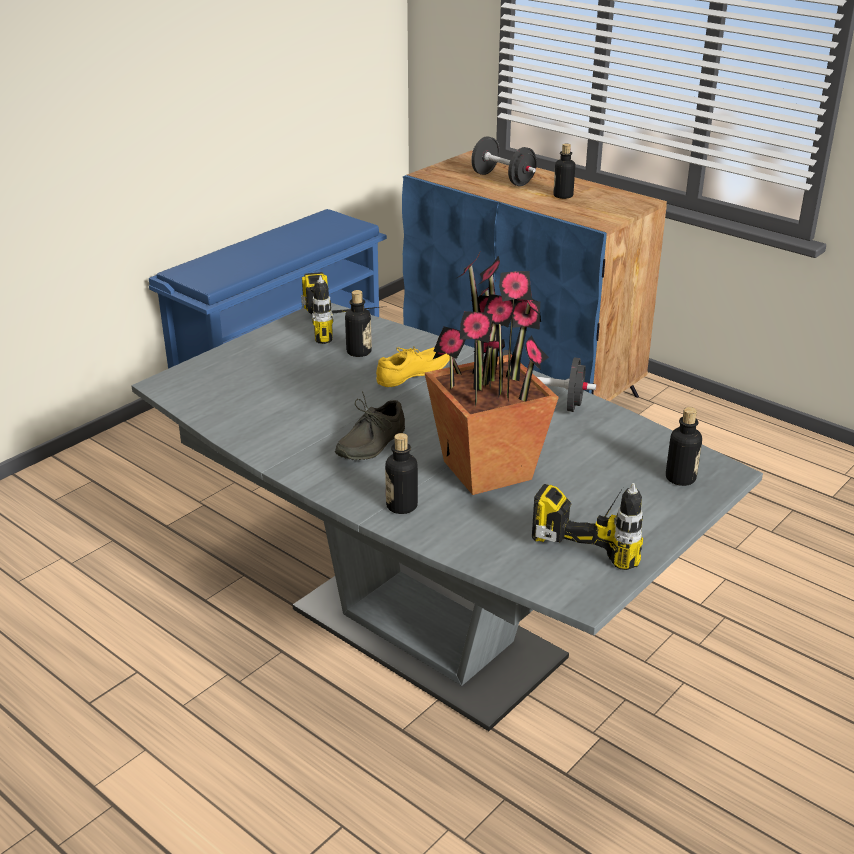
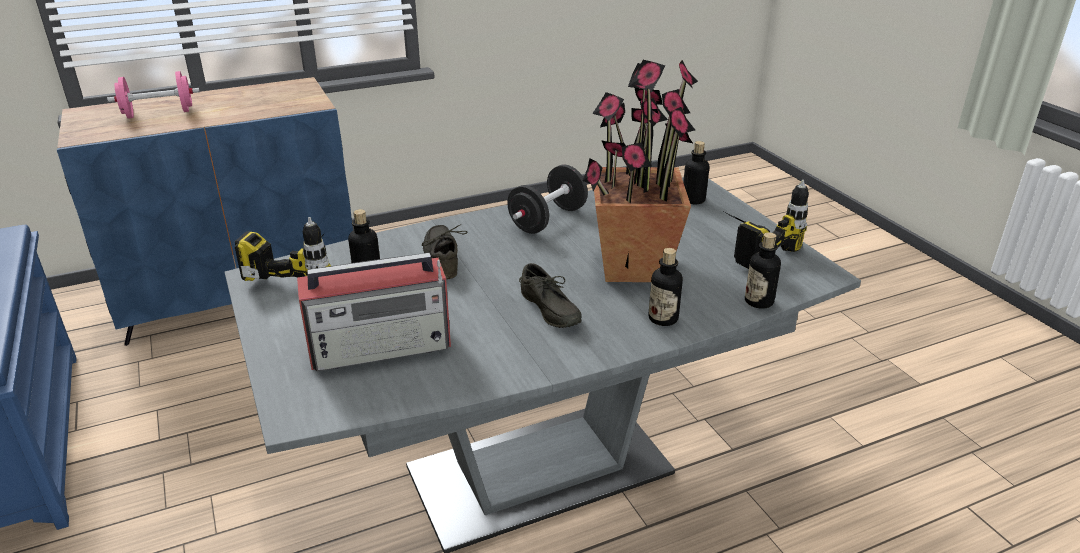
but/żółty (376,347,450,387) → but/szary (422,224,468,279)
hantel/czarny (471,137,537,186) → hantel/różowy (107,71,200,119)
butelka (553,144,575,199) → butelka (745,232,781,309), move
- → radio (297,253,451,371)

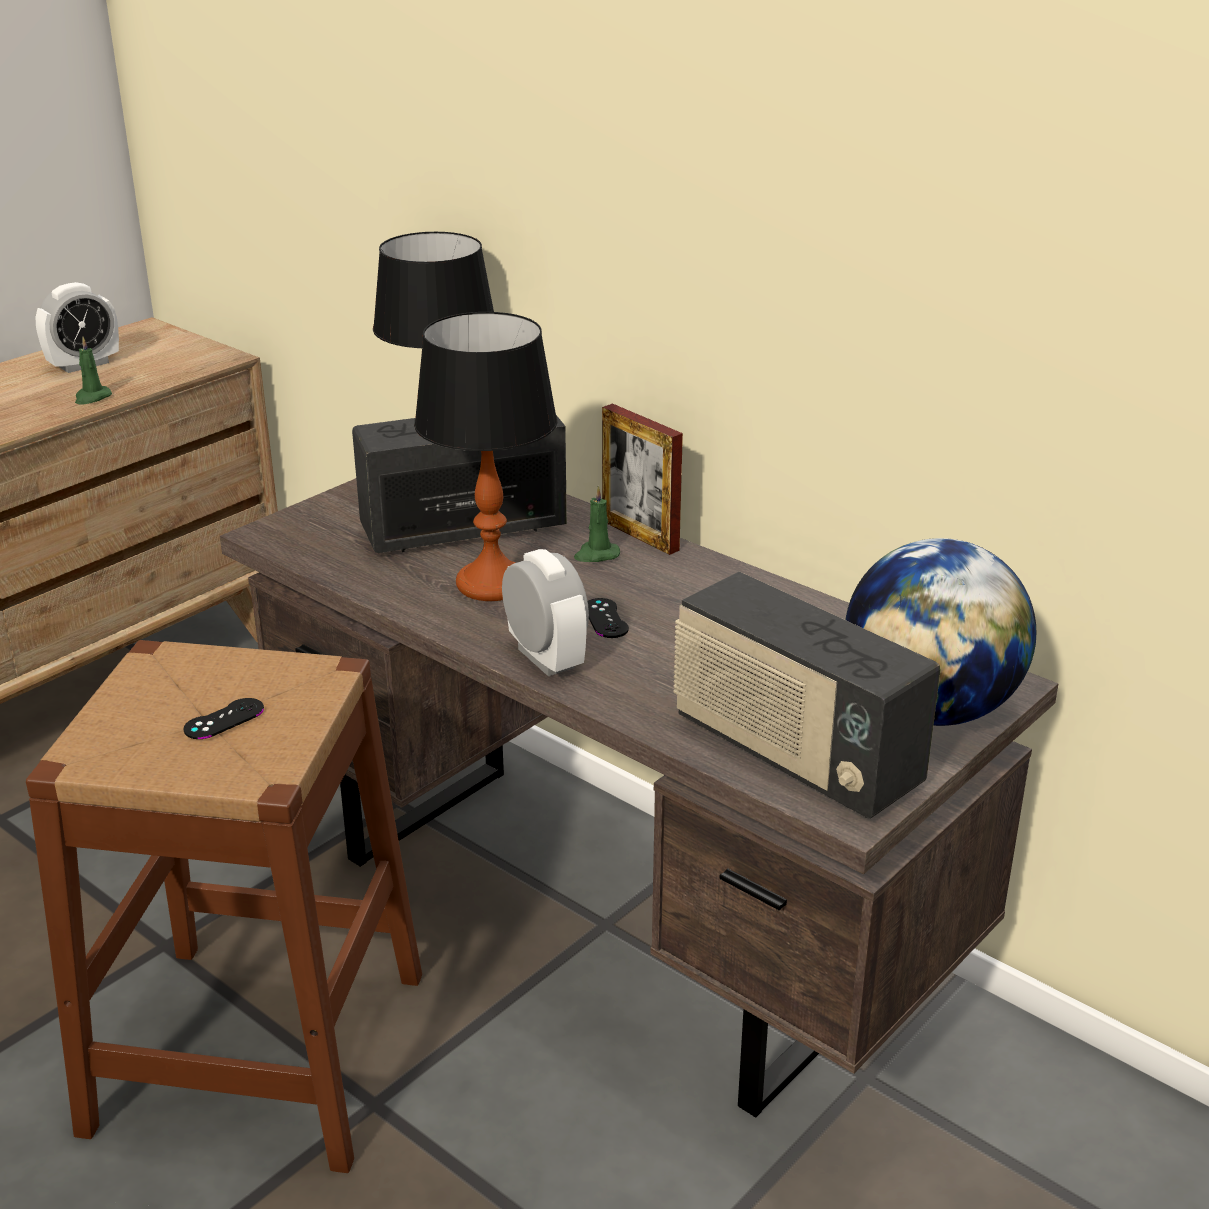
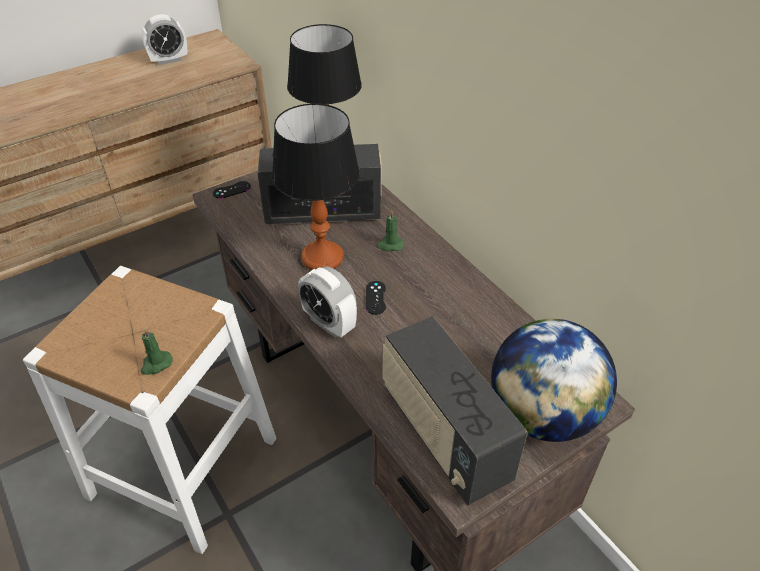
stołek/brązowy (26,640,422,1173) → stołek/biały (23,266,277,554)
świeca/zielony (75,337,112,405) → świeca/zielony (141,328,173,375), move
pad do gier/czarny (183,698,264,739) → pad do gier/czarny (213,181,251,199), move
budzik (502,549,589,676) → budzik (298,266,357,338), 150 degrees clockwise
ramka na zdjęcie (602,403,683,555) → -

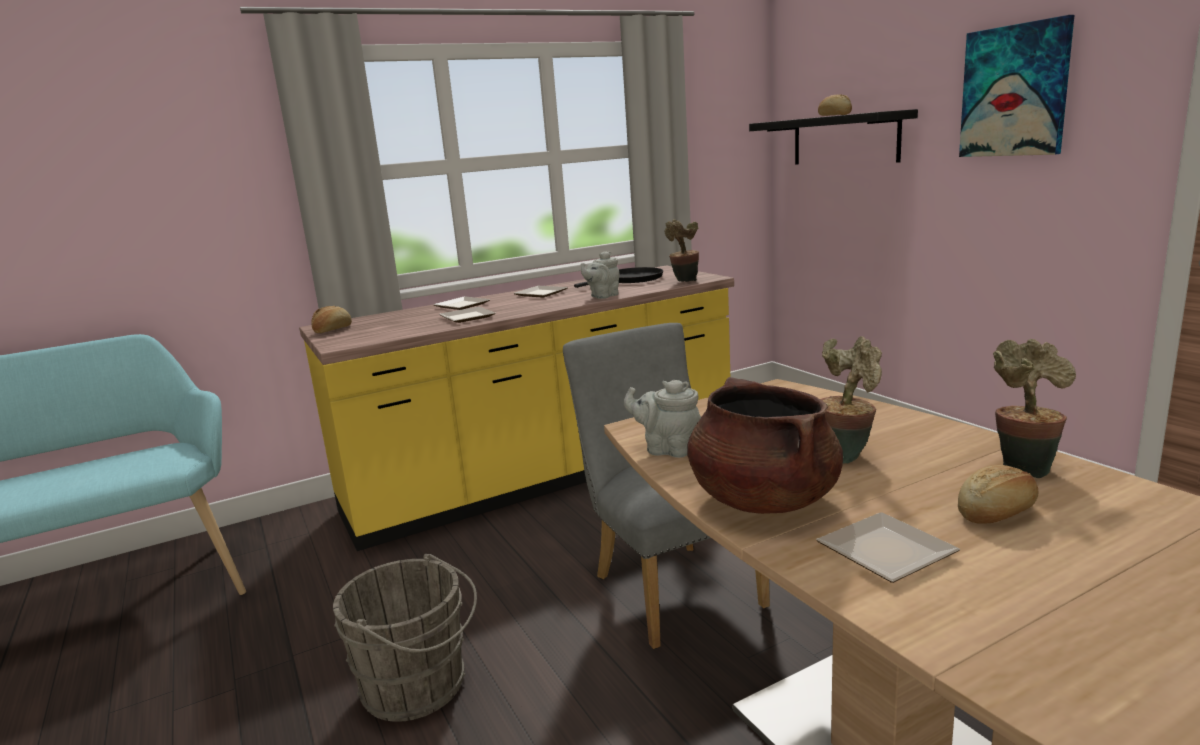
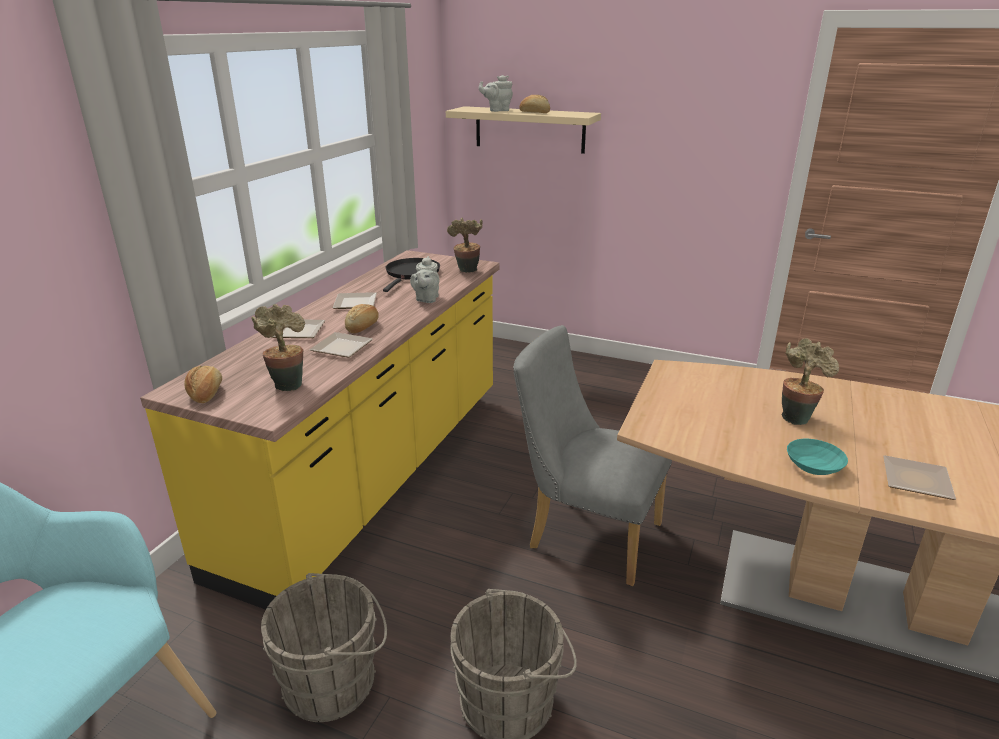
imbryk/szary (624,380,701,458) → imbryk/szary (479,75,513,112), move
garnek/brązowy (687,377,843,514) → miska/turkusowy (787,439,848,475)
półka/czarny (749,109,918,164) → półka/beżowy (446,106,601,154)
chleb (958,465,1038,524) → chleb (345,304,379,333), move
obraz (959,15,1074,157) → -
roślina doniczkowa (993,339,1076,478) → roślina doniczkowa (251,304,305,391), move
- → wiadro/szary (261,573,387,722)

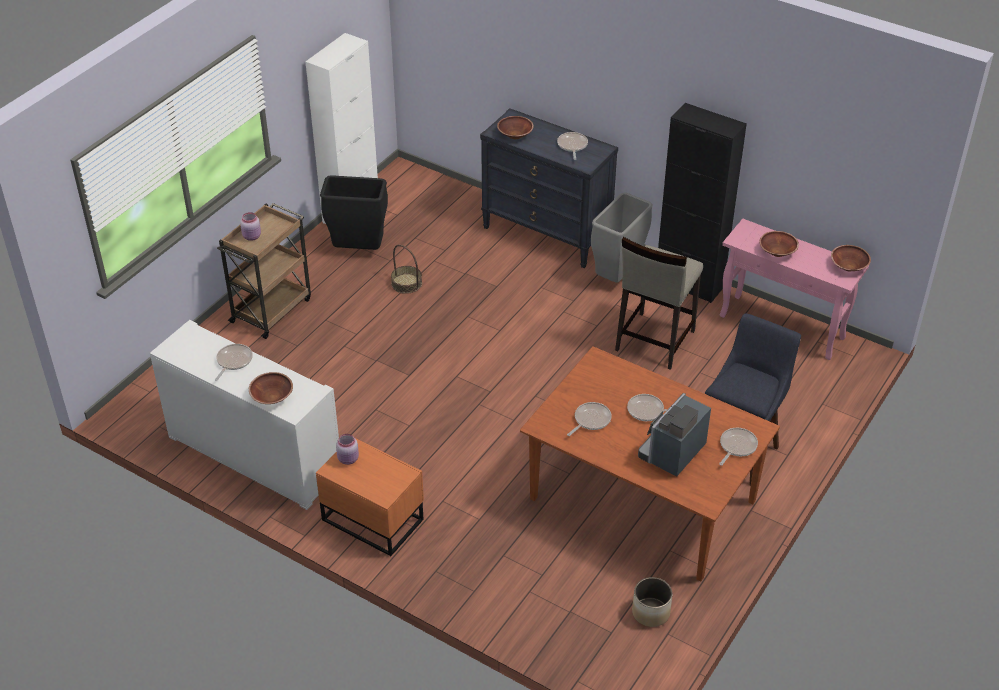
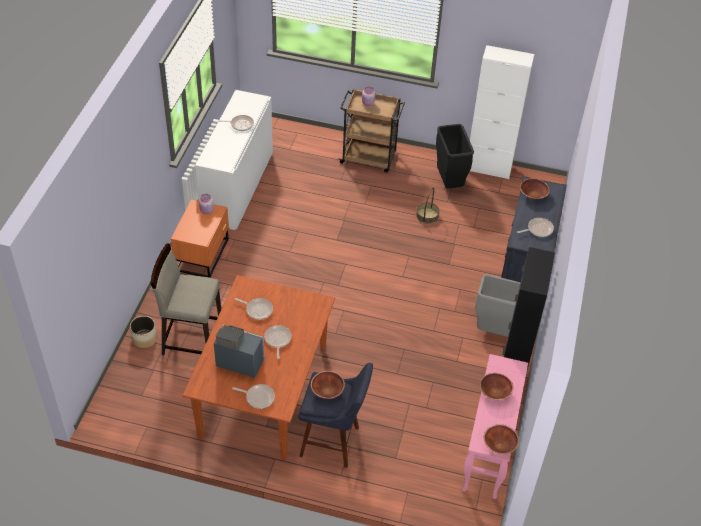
miska/brązowy (249,372,293,404) → miska/brązowy (311,371,345,399), move
stołek/beżowy (615,237,703,370) → stołek/beżowy (151,243,221,355), move
donica (632,577,672,627) → donica (130,316,157,348), move

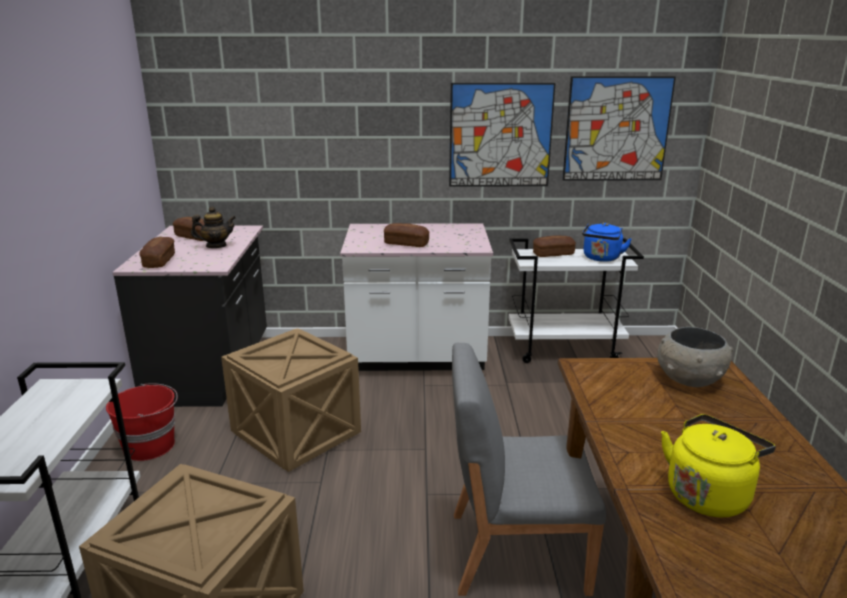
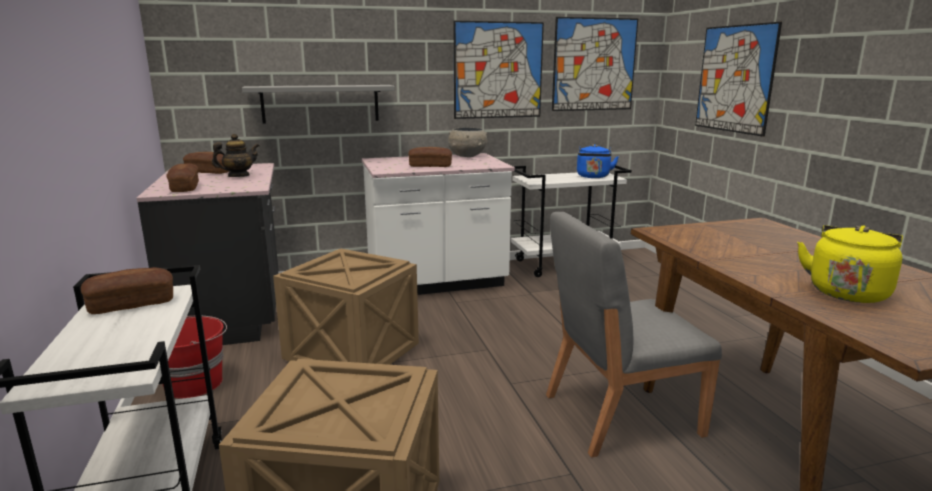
chleb (533,235,576,257) → chleb (81,267,173,314), move
miska/szary (657,327,733,387) → miska/szary (448,127,487,157), move
- → półka/szary (242,85,395,124)
- → obraz (695,22,782,137)

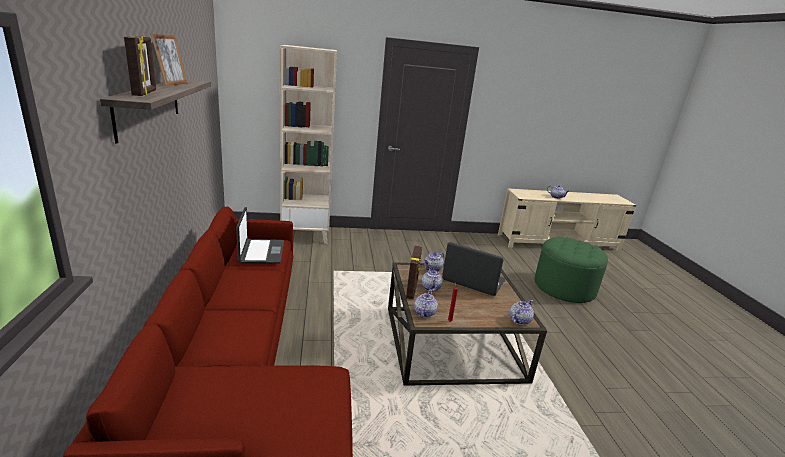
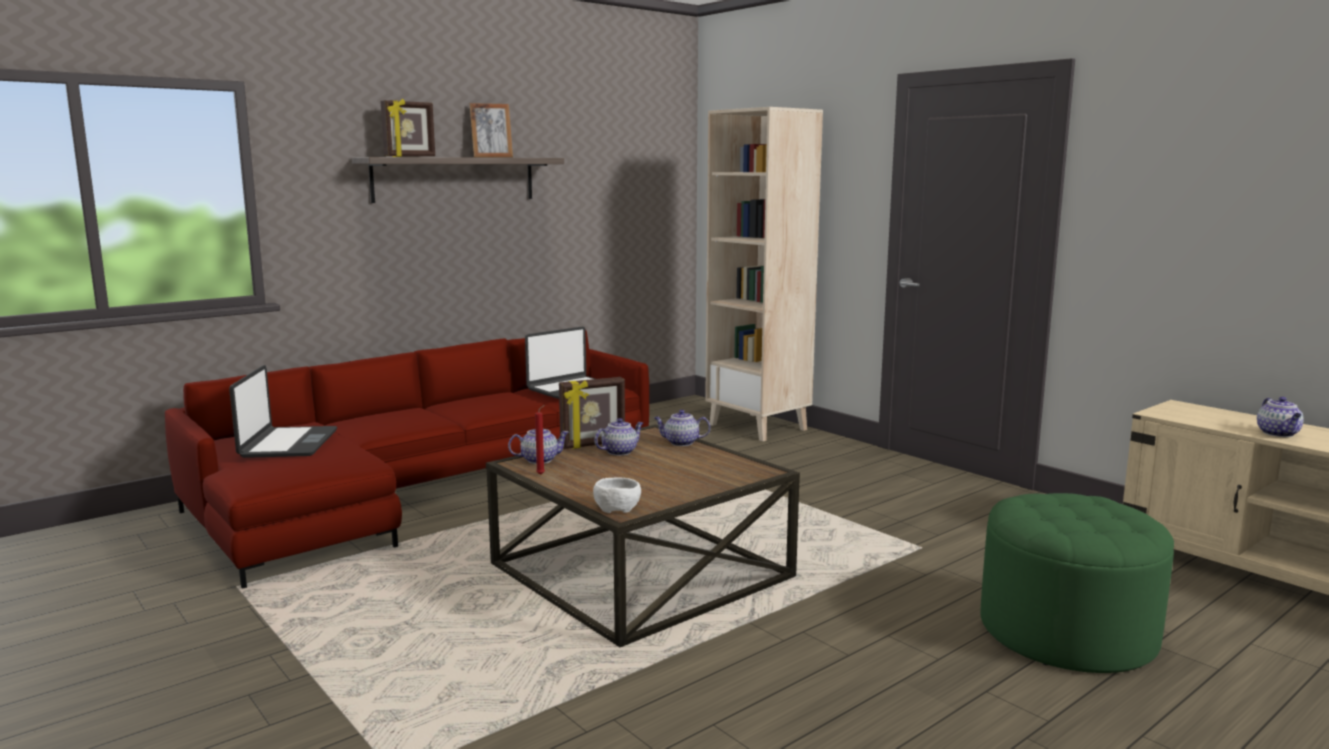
laptop (442,242,505,296) → laptop (229,365,337,458), move
imbryk (510,300,534,325) → miska/biały (593,477,641,513)

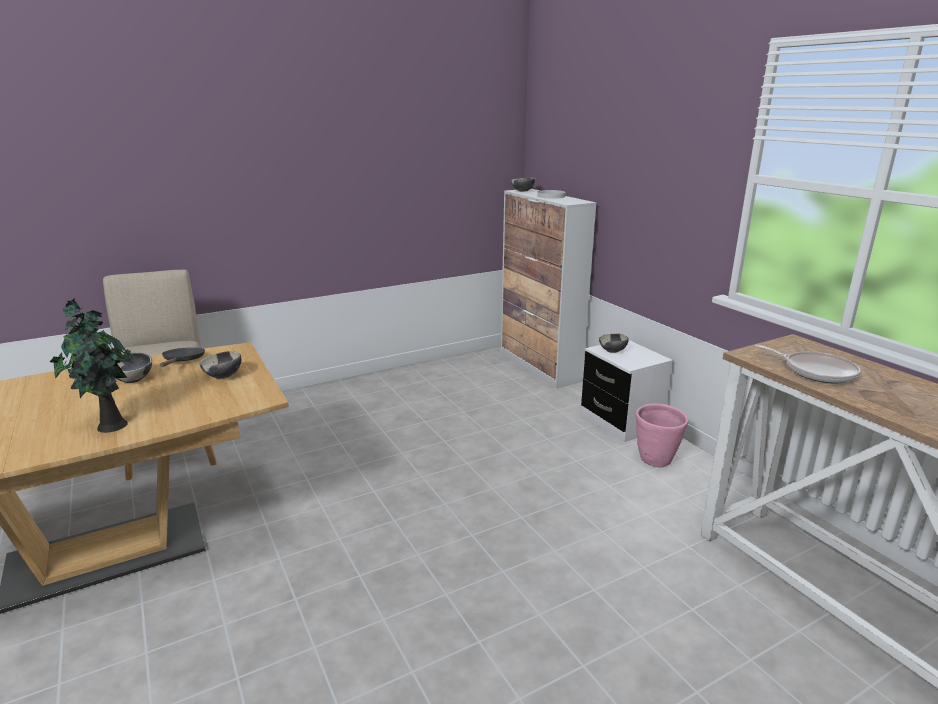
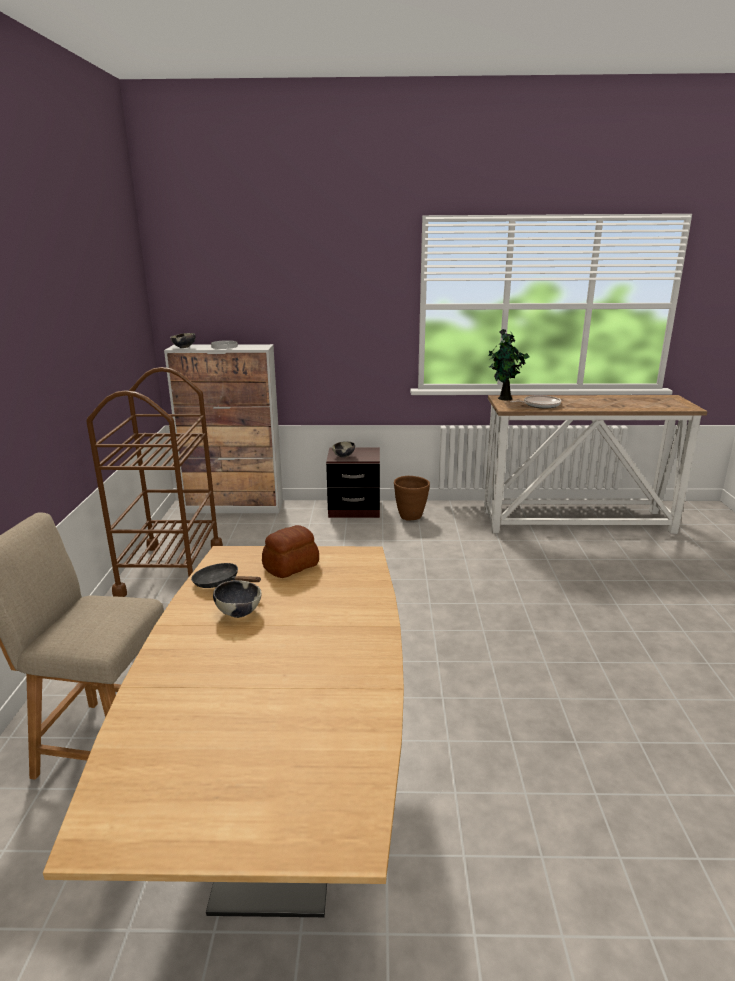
roślina doniczkowa (50,298,134,433) → roślina doniczkowa (488,329,529,400), move
miska (200,351,241,379) → chleb (262,525,319,578)
szafka nocna/biały (581,340,673,442) → szafka nocna/brązowy (326,447,380,518)
donica/różowy (636,403,688,467) → donica/brązowy (394,476,430,520)
- → wózek/brązowy (86,367,223,597)

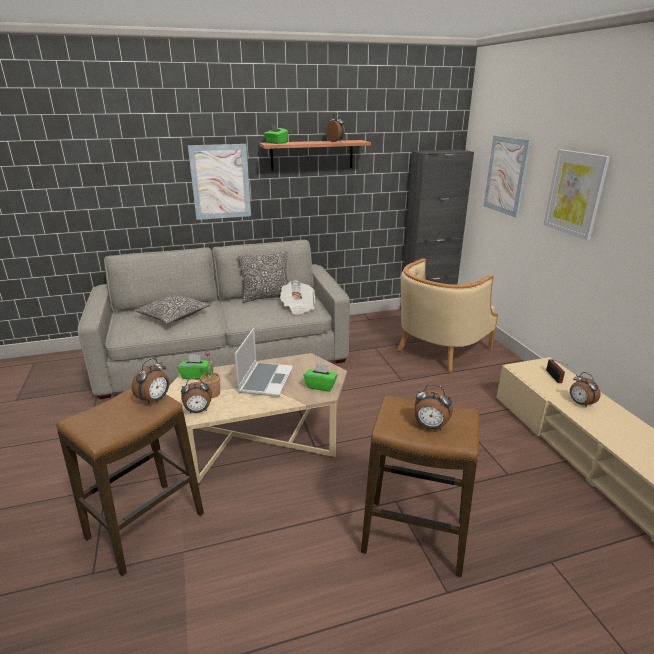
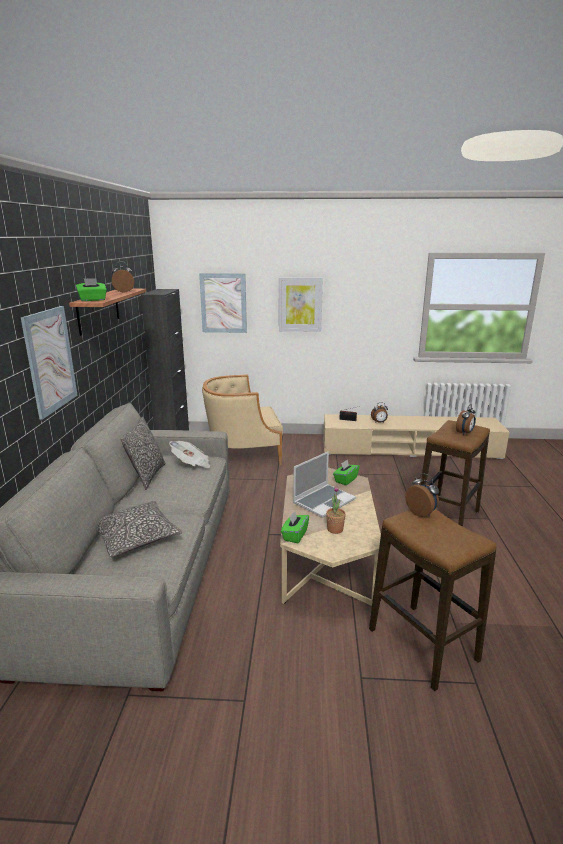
budzik (181,378,212,413) → -
laptop (235,328,293,397) → laptop (293,451,356,518), 105 degrees clockwise
fotel/beżowy (396,258,498,373) → fotel/beżowy (202,374,283,466), 105 degrees clockwise

